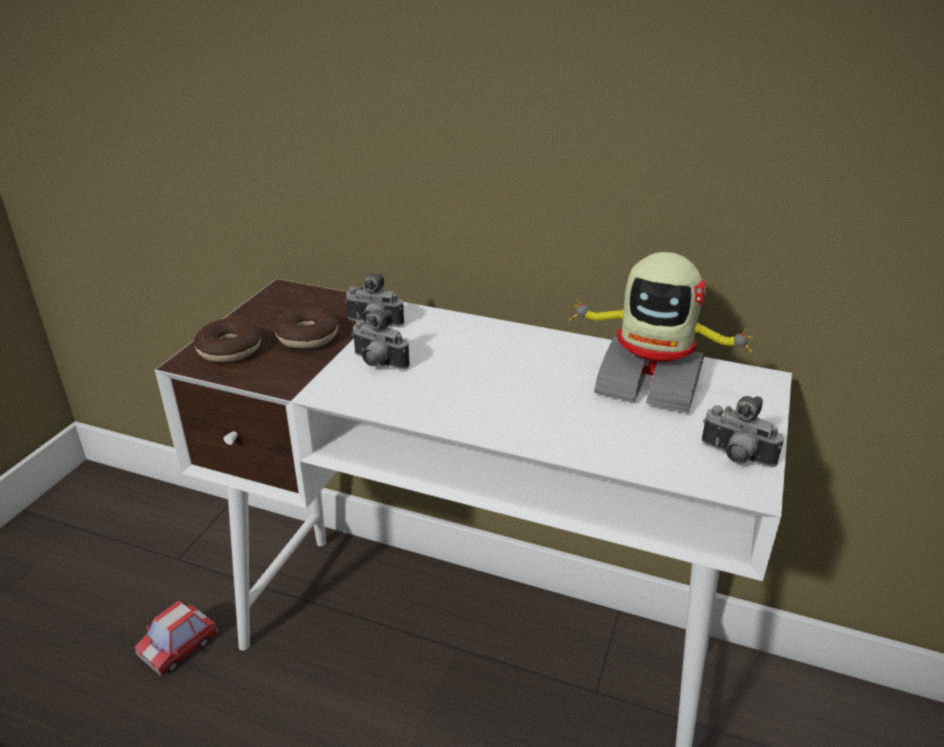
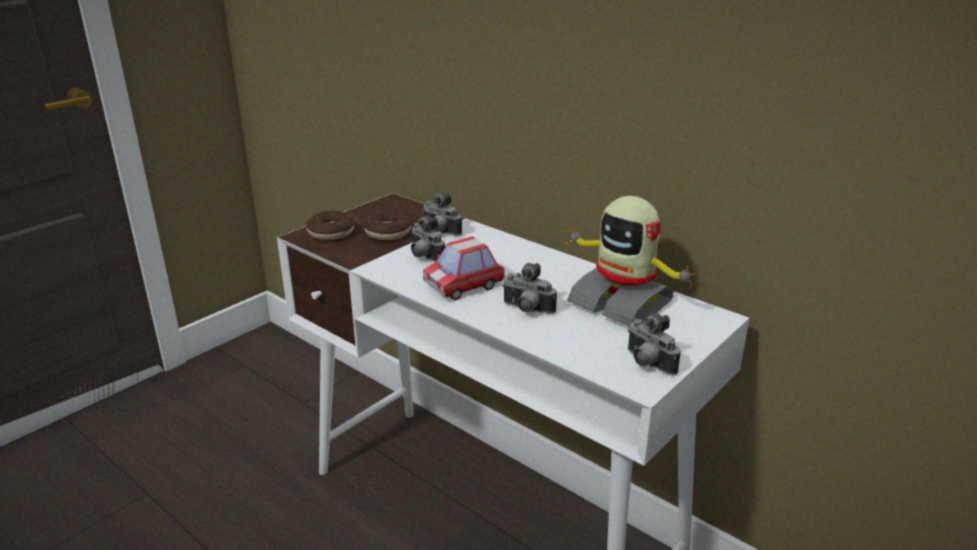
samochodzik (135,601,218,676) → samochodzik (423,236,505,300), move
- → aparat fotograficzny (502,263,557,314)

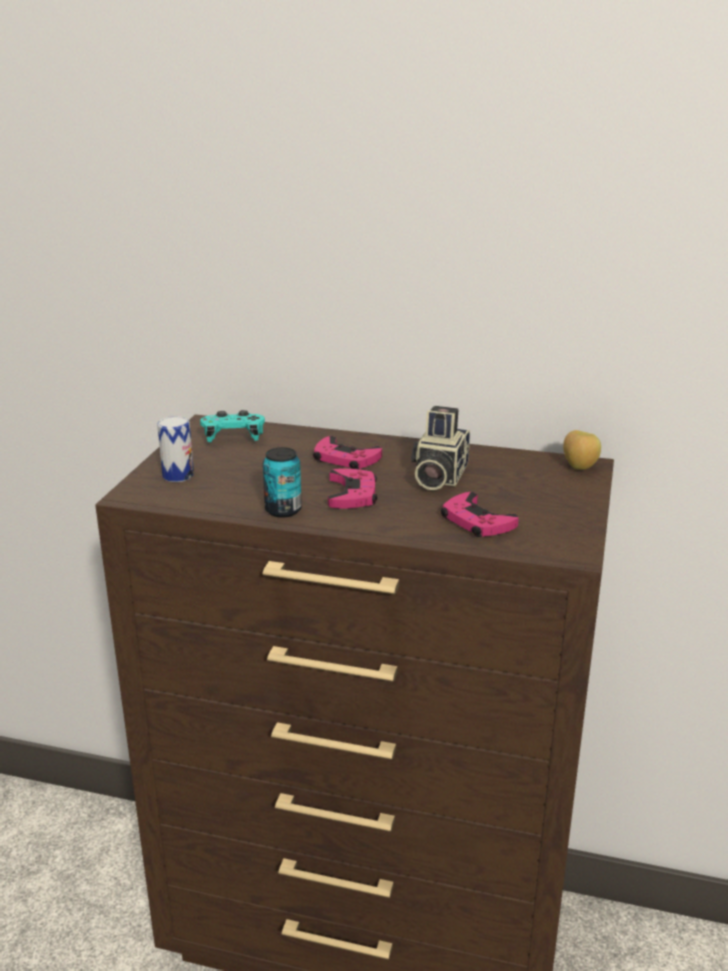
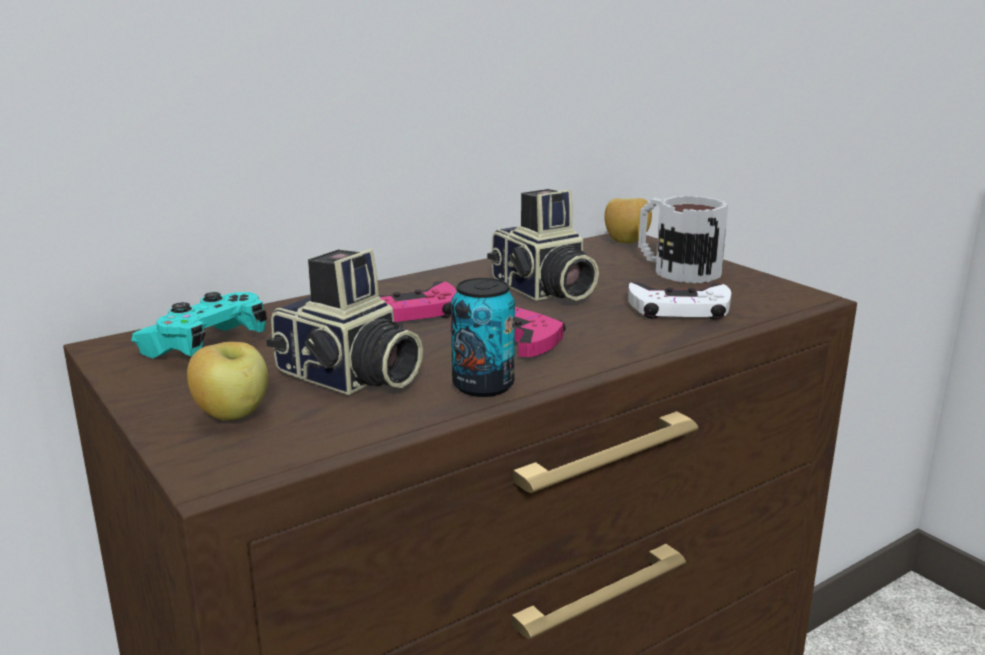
puszka (157,416,194,482) → jabłko (187,342,268,421)
pad do gier/różowy (441,492,519,537) → pad do gier/biały (628,282,731,320)
- → aparat fotograficzny (266,249,423,395)
- → kubek (638,196,728,283)

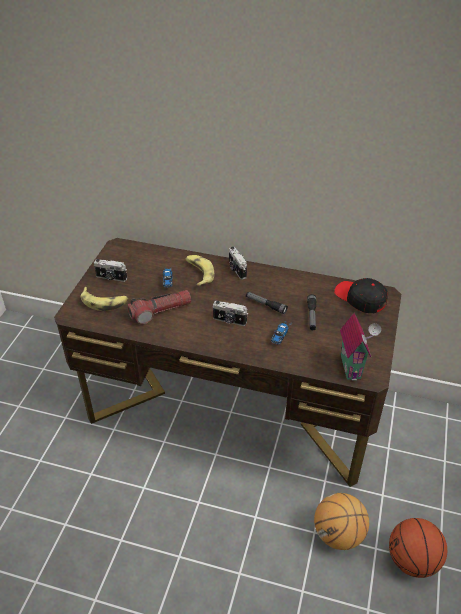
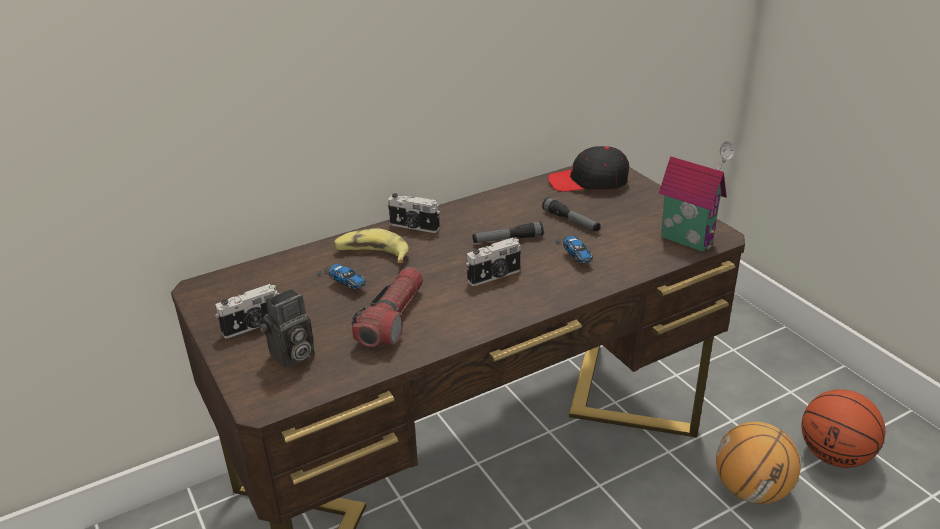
banan (81,287,128,311) → aparat fotograficzny (260,289,315,370)

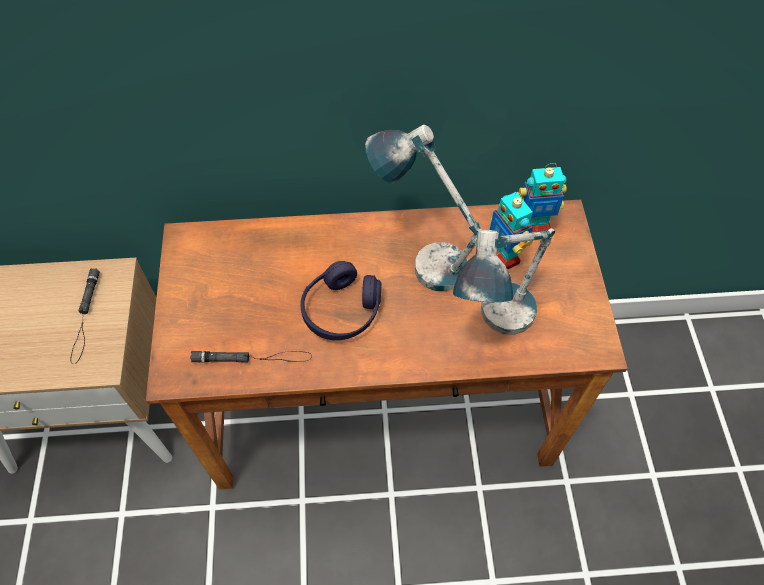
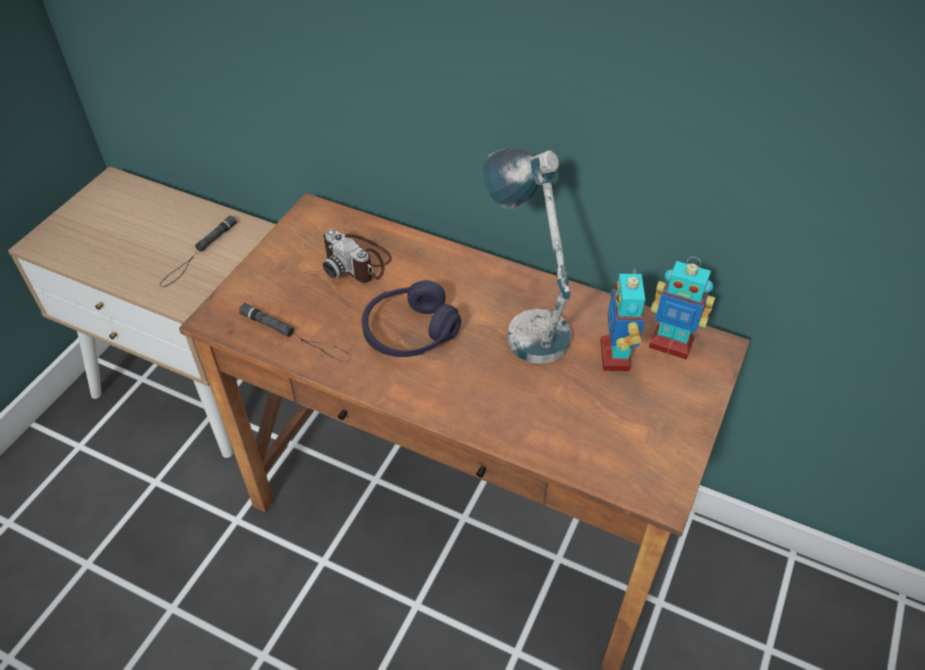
lampa stołowa (453,228,555,335) → -
- → aparat fotograficzny (323,229,392,283)

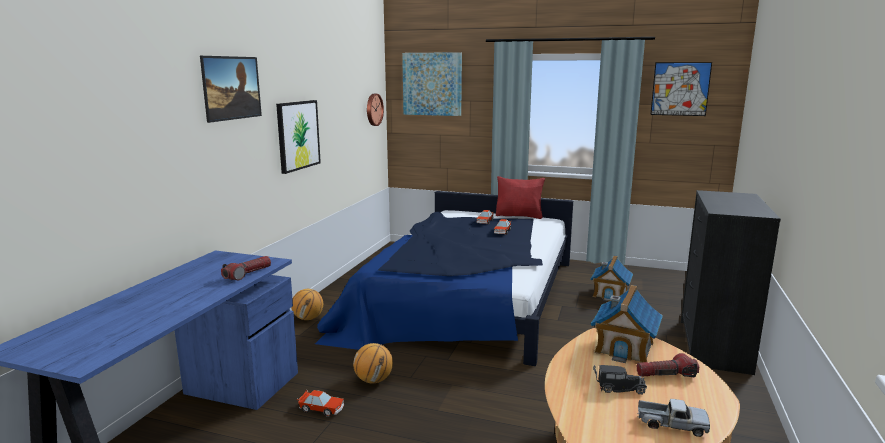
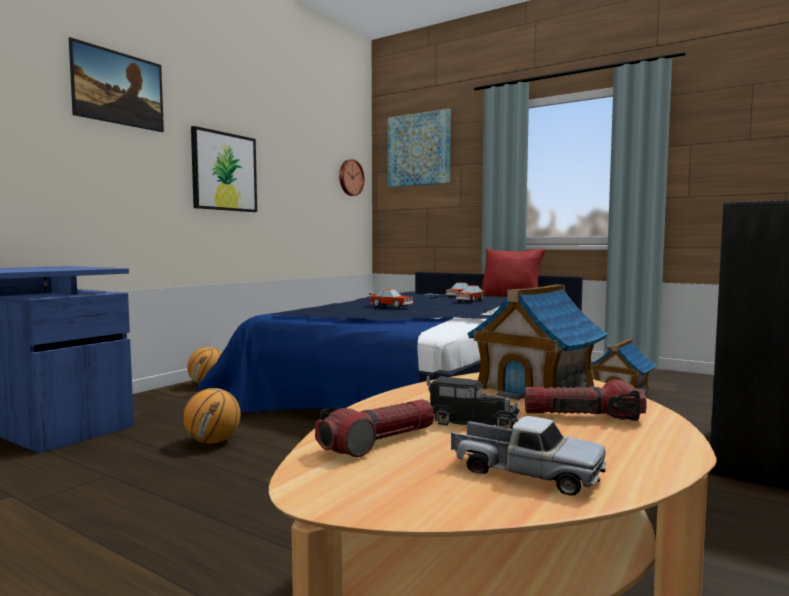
latarka (221,256,271,281) → latarka (315,399,435,457), move
samochodzik (297,390,344,417) → samochodzik (369,289,413,308), move
obraz (650,62,712,116) → -

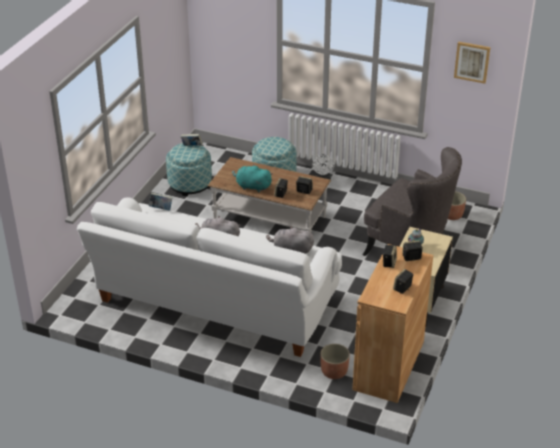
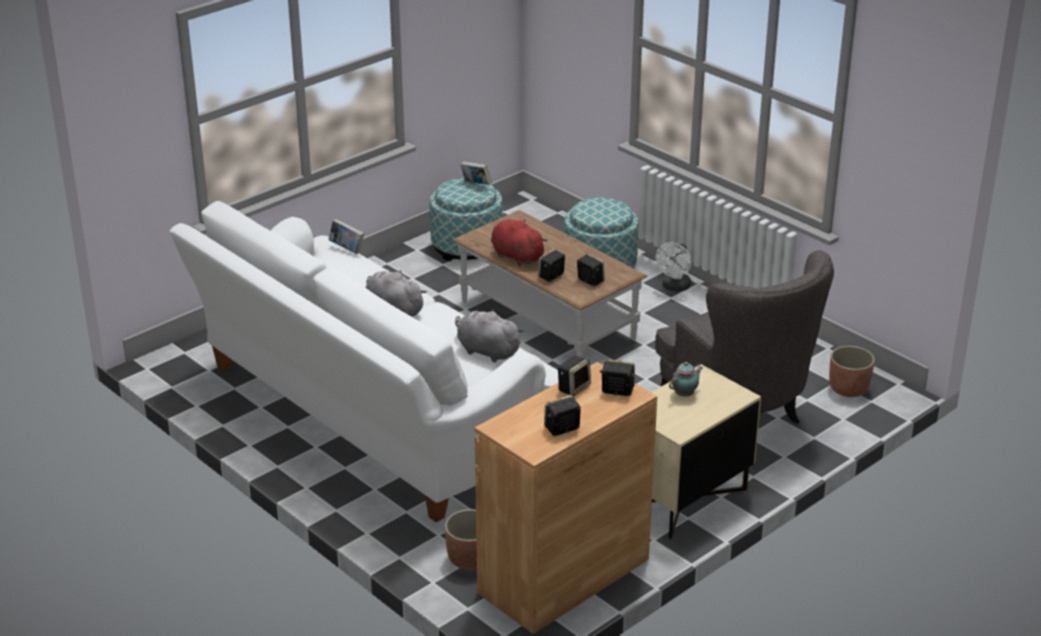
pluszak/turkusowy (232,164,272,192) → pluszak/czerwony (491,219,548,266)
obraz (454,42,490,84) → -

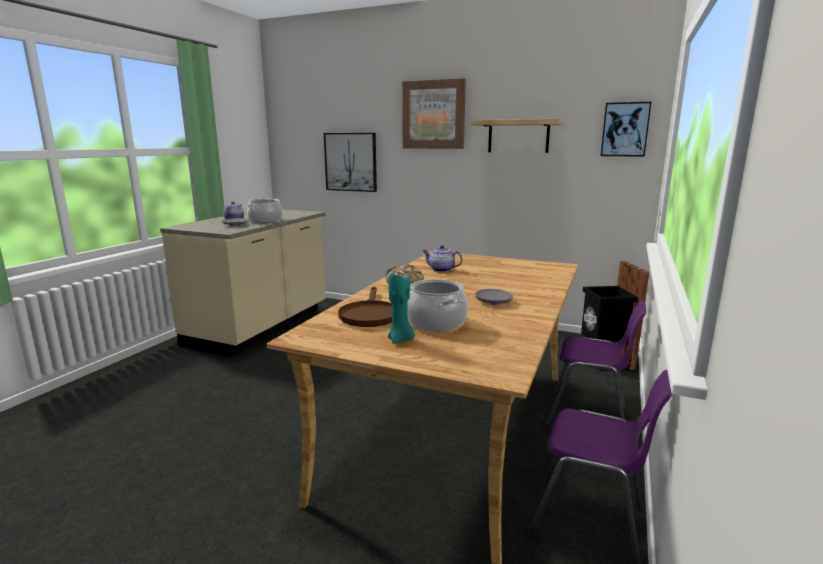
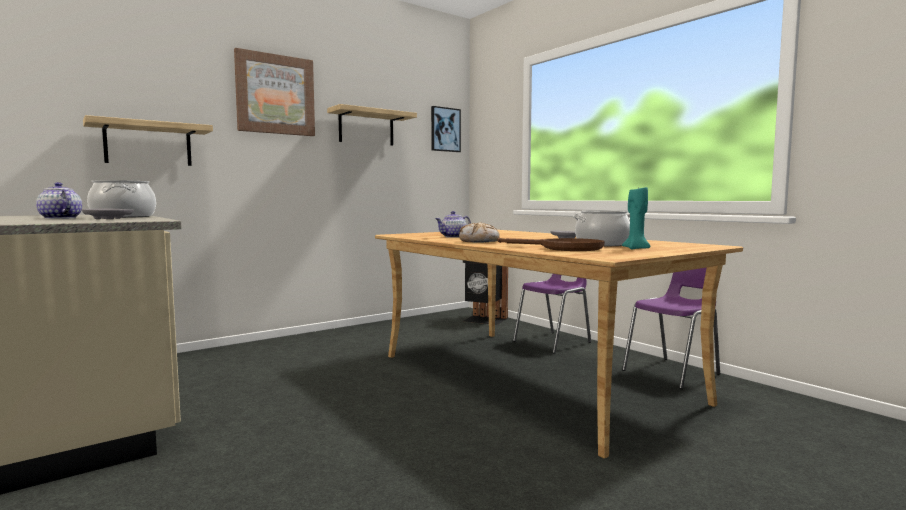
obraz (324,133,377,192) → półka (83,115,213,166)

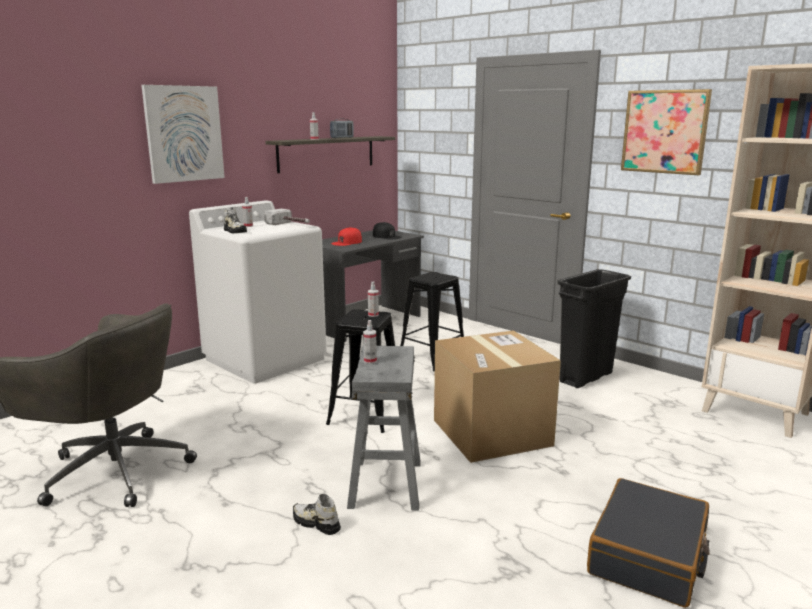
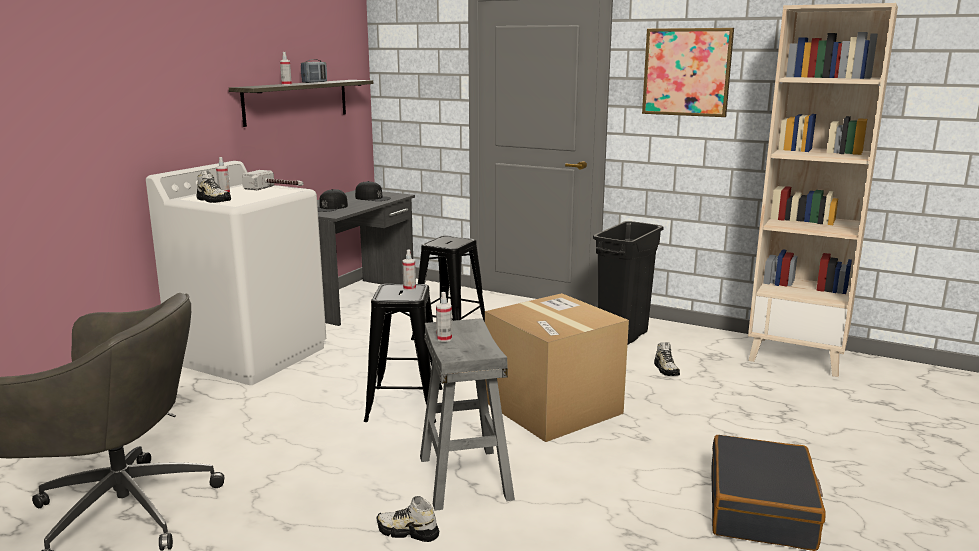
obraz (141,85,225,184) → -
czapka z daszkiem/czerwony (331,227,362,246) → czapka z daszkiem/czarny (318,189,348,212)
- → but (654,342,680,376)

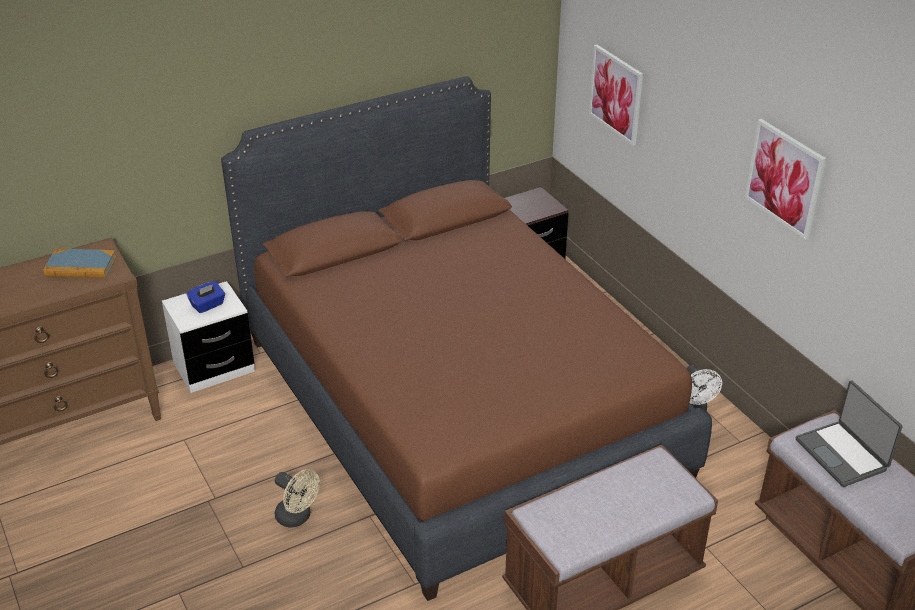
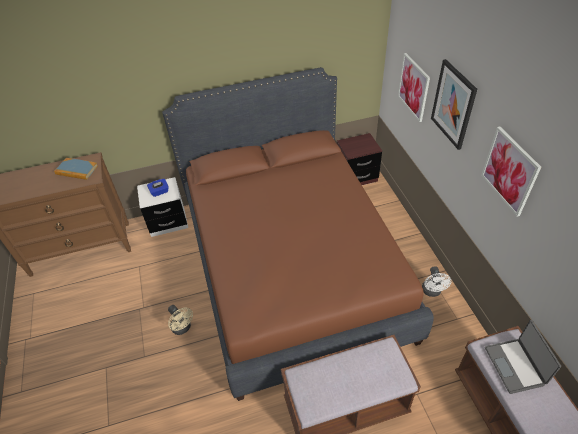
- → obraz (431,59,477,150)

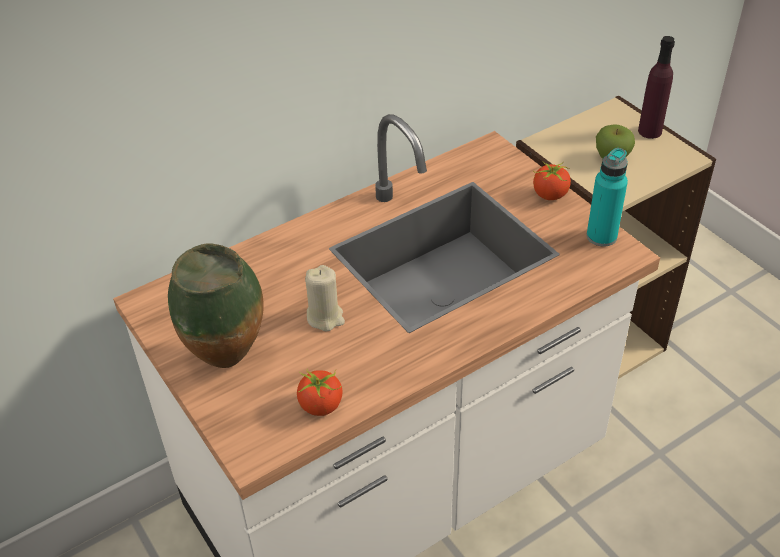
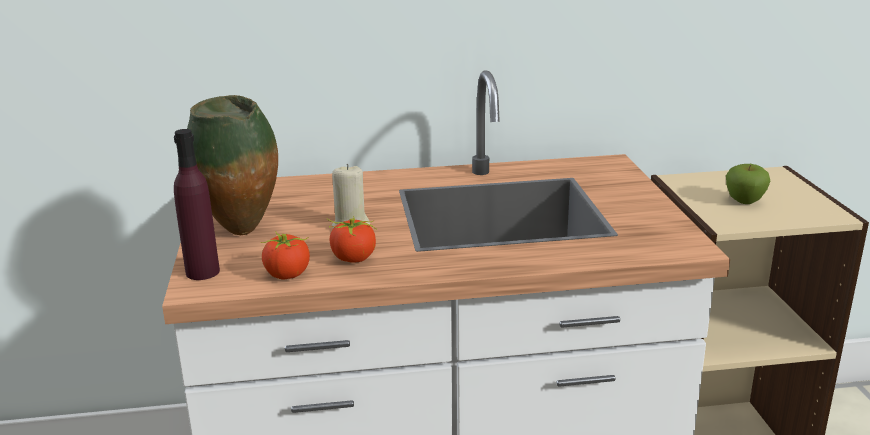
pomidor (533,162,571,200) → pomidor (327,216,377,263), move
butelka/turkusowy (587,148,628,246) → -
butelka/fioletowy (638,36,675,139) → butelka/fioletowy (174,129,220,280), move

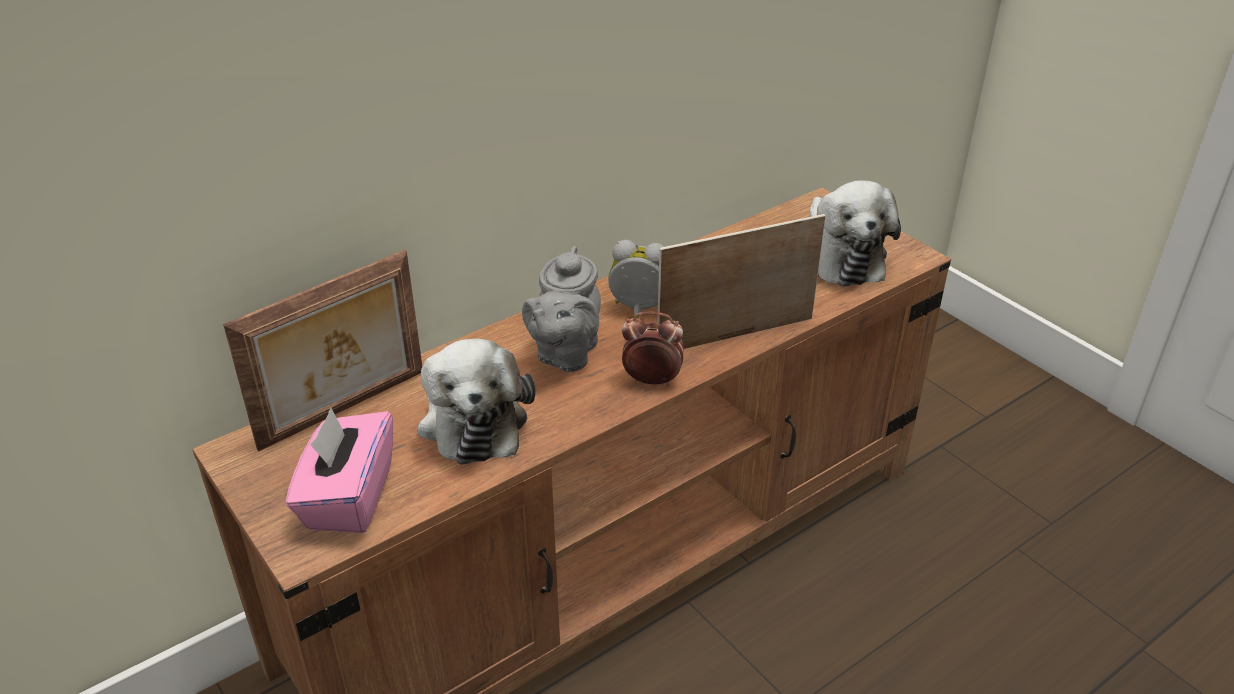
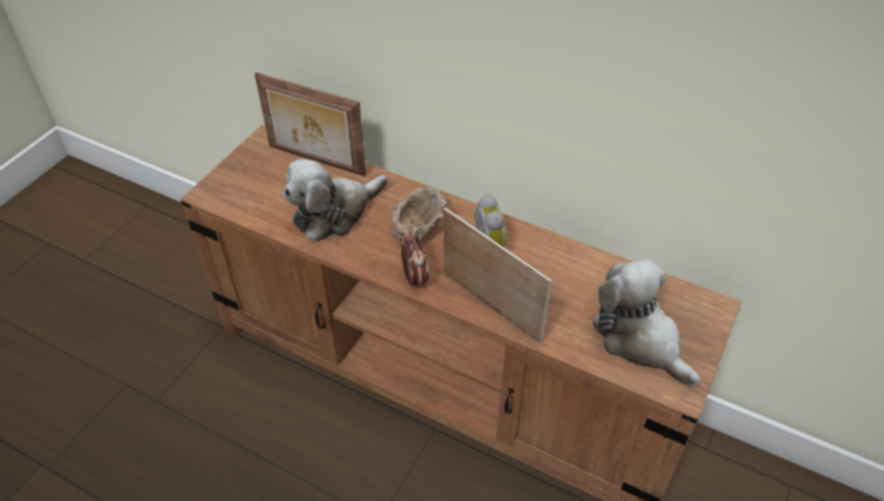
pudełko chusteczek/różowy (286,408,393,533) → -
imbryk/szary (522,246,601,372) → miska/beżowy (391,185,447,242)
pluszak (809,181,901,287) → pluszak (593,259,700,386), 90 degrees clockwise

